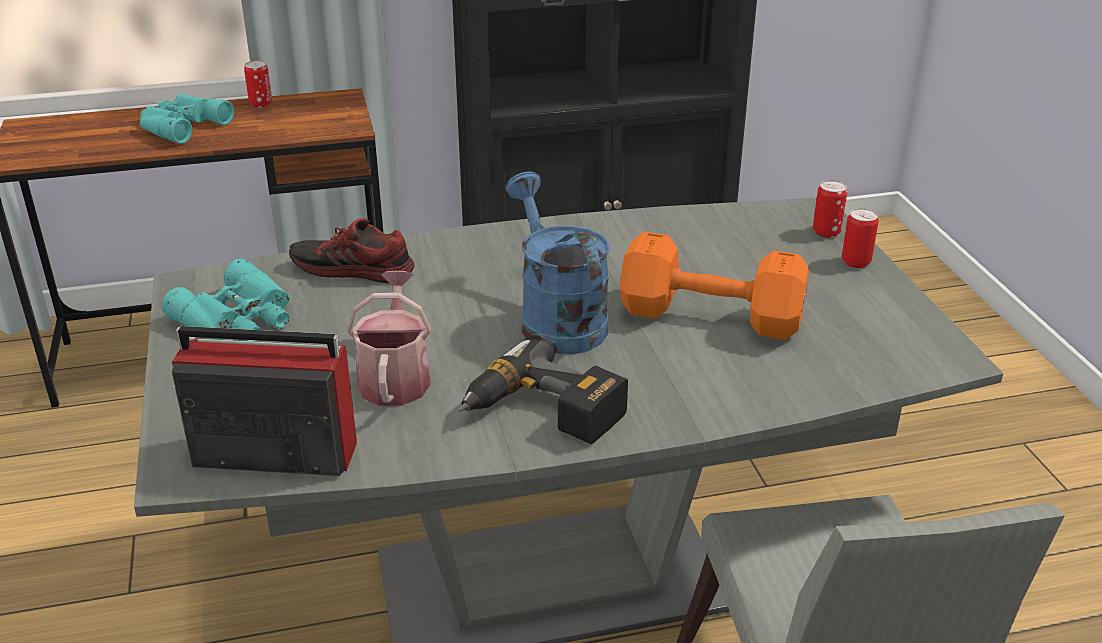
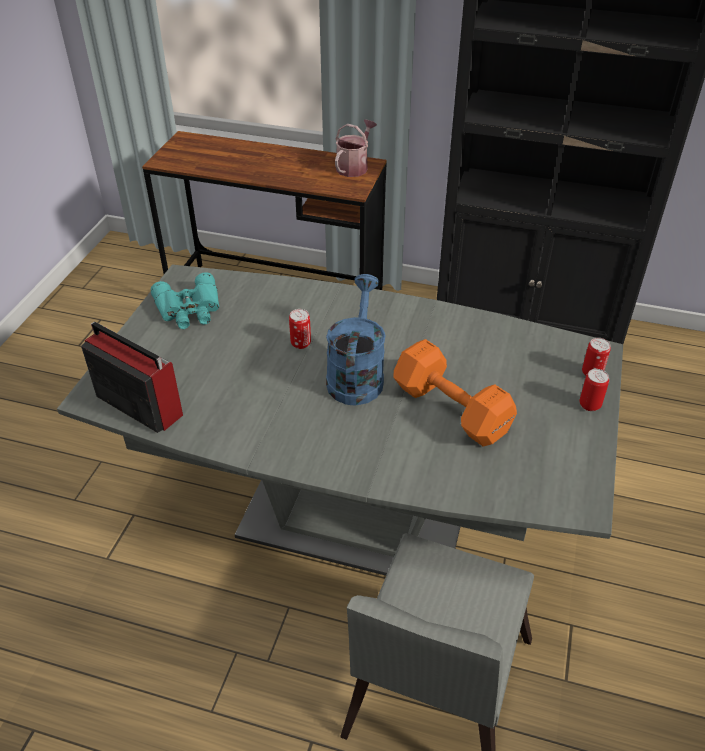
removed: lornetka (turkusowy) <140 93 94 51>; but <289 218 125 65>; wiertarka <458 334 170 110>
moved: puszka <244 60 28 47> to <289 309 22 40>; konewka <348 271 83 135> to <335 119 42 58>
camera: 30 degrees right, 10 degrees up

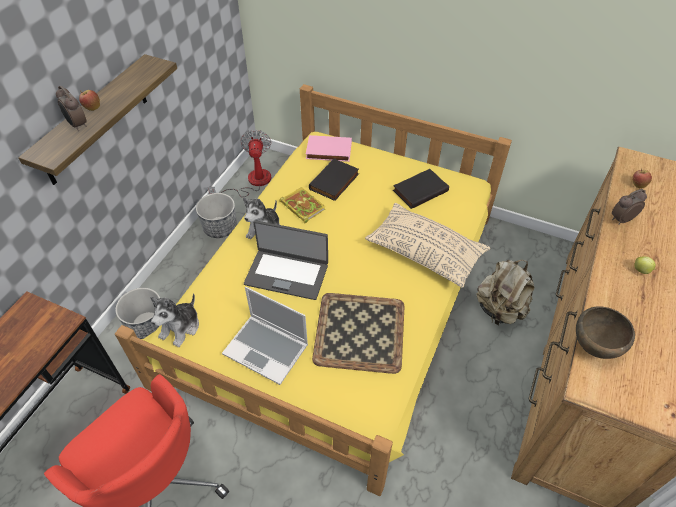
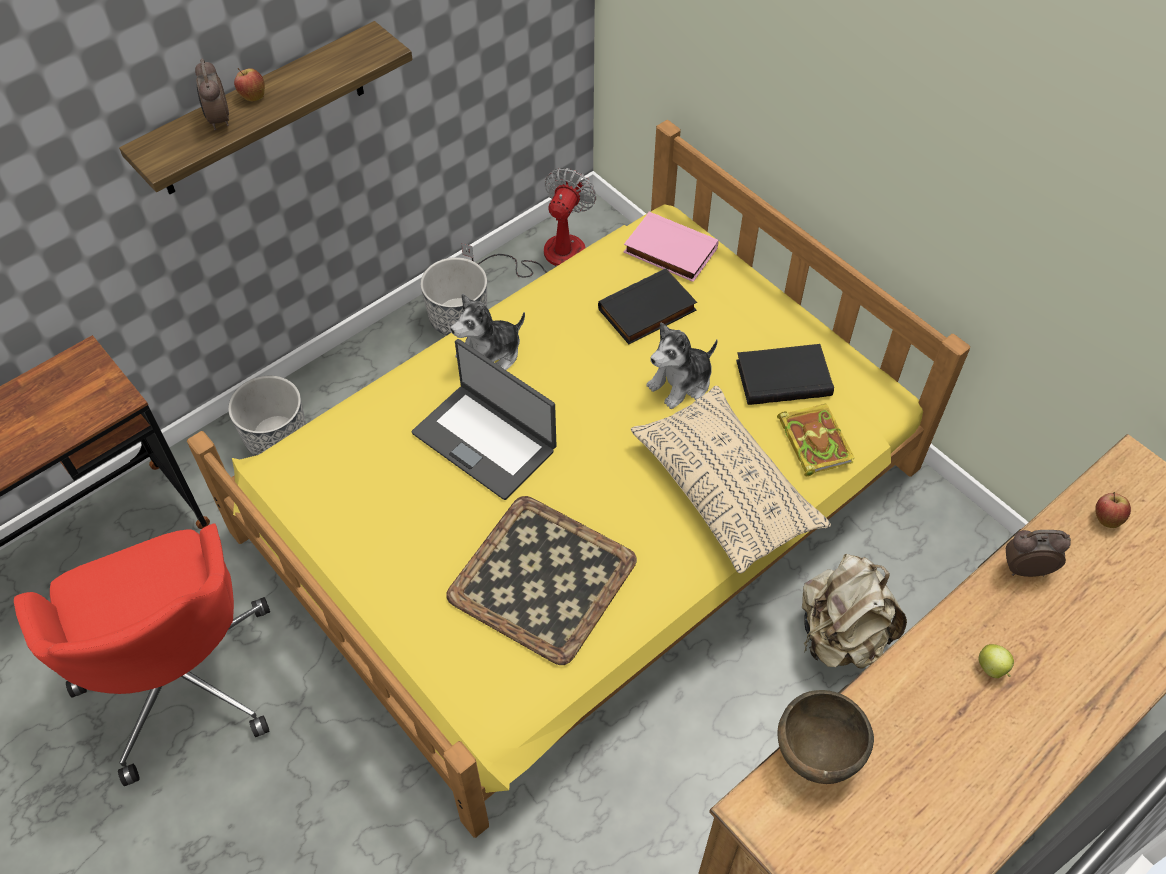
removed: laptop <222 287 86 98>
moved: pluszak <150 293 49 54> to <646 322 72 87>; książka <279 187 47 36> to <777 403 78 73>
camera: 25 degrees right, 5 degrees up

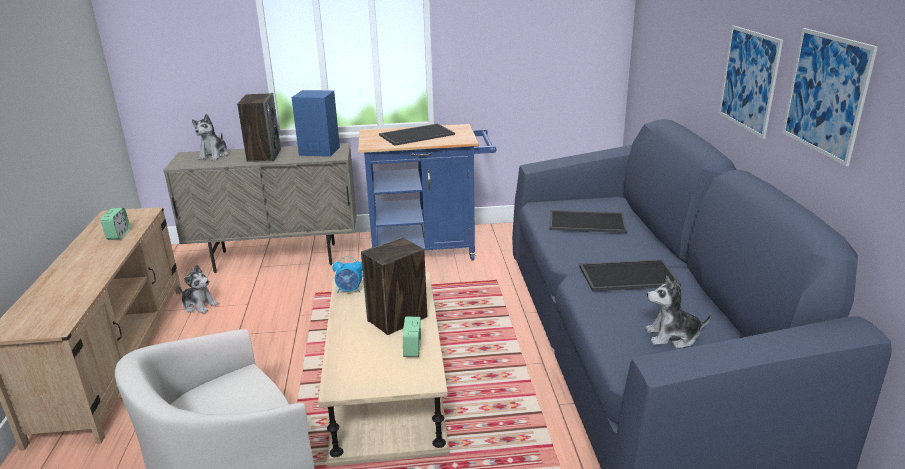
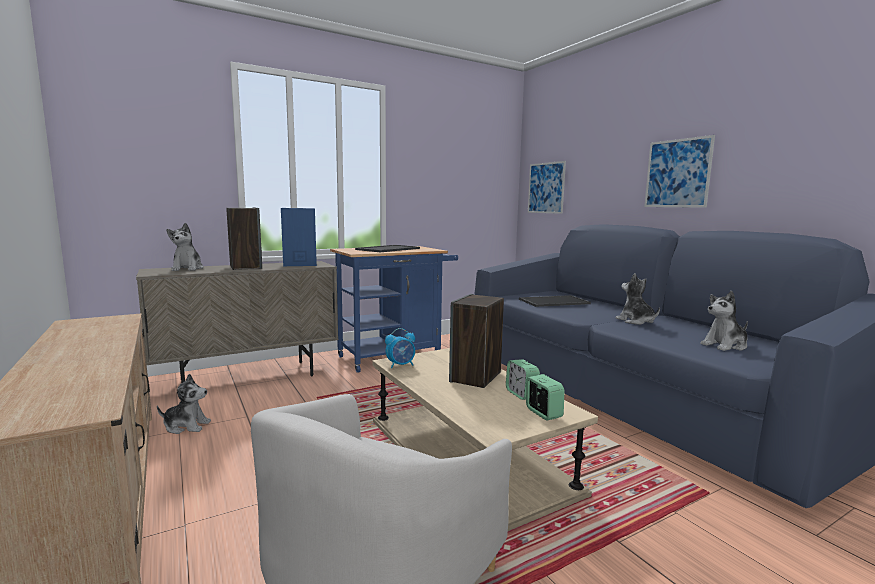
moved: budzik <101 208 29 32> to <526 374 39 47>; obraz <782 28 96 138> to <528 161 38 53>
replaced: taca <579 259 102 32> to pluszak <616 273 44 52>
camera: 25 degrees left, 15 degrees down

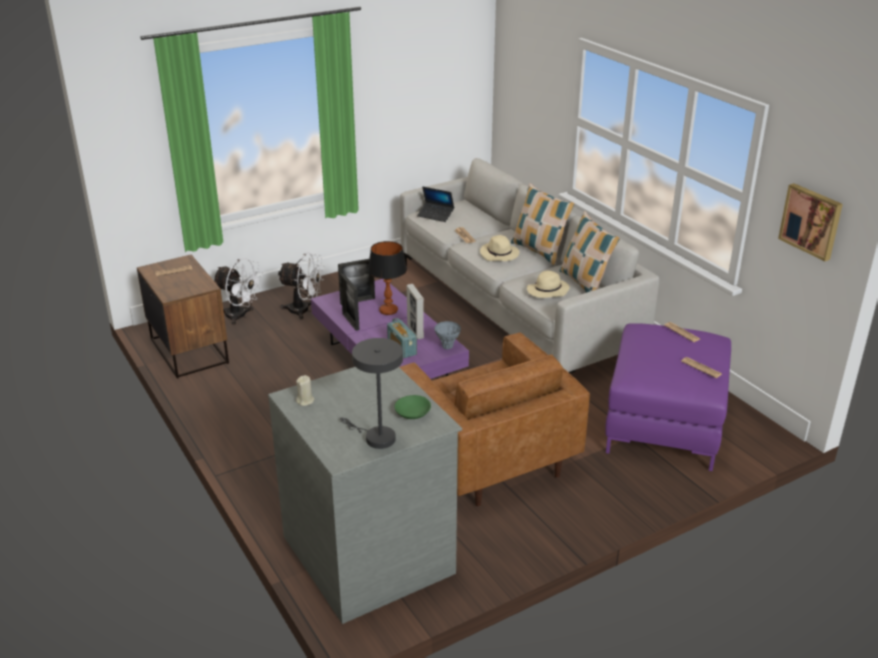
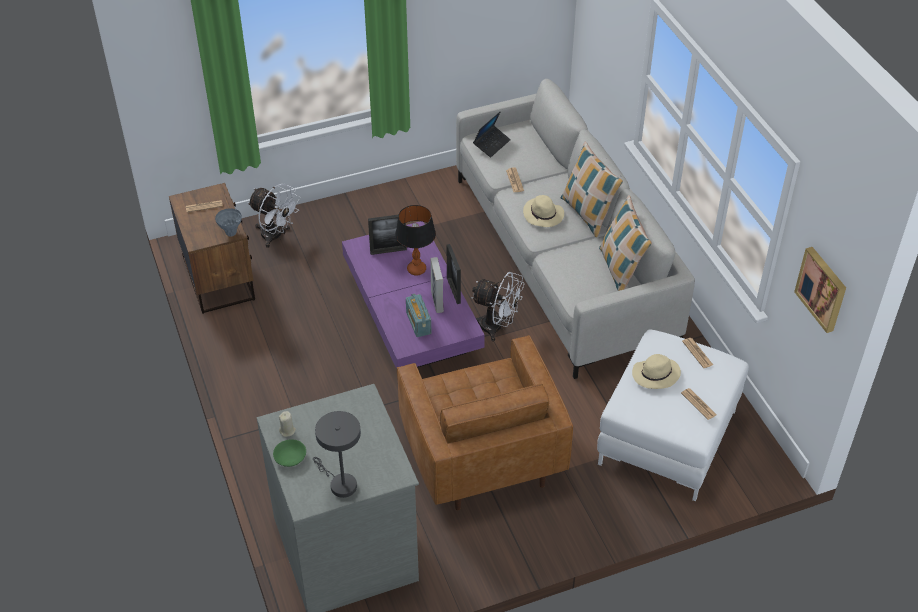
moved: wentylator (biały) <278 252 46 68> to <471 272 53 69>; ramka na zdjęcie <340 273 19 58> to <447 244 14 60>; miska (zielony) <394 395 37 24> to <273 439 33 28>; wazon (szary) <434 321 27 28> to <215 208 27 28>; kapelusz (beżowy) <527 271 43 27> to <632 354 49 35>
recoloured: pufa (fioletowy) <605 323 126 148> to pufa (biały) <597 329 152 172>
turned: laptop <417 187 37 35> = <473 111 38 46> 90 degrees counterclockwise
camera: 10 degrees right, 15 degrees up

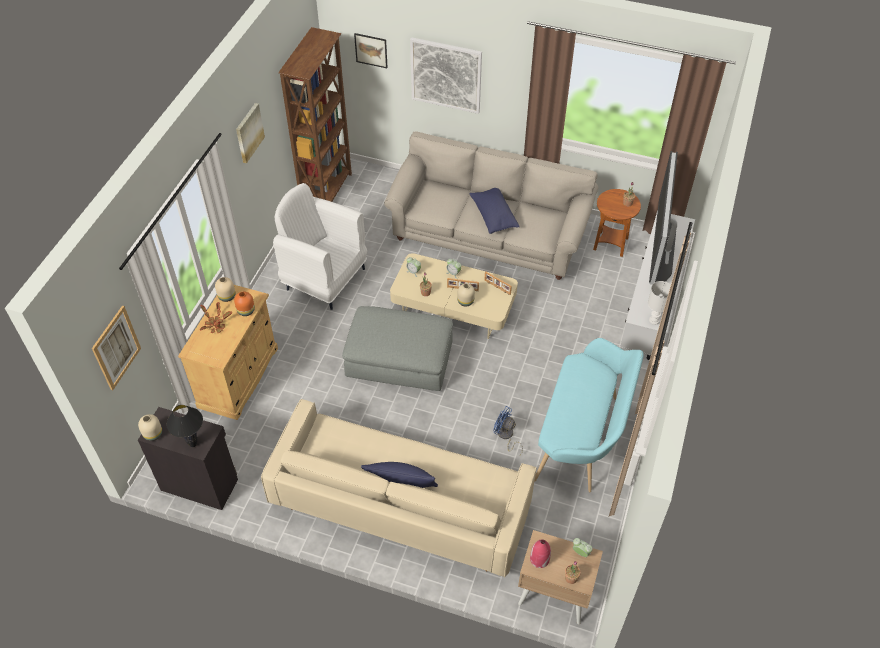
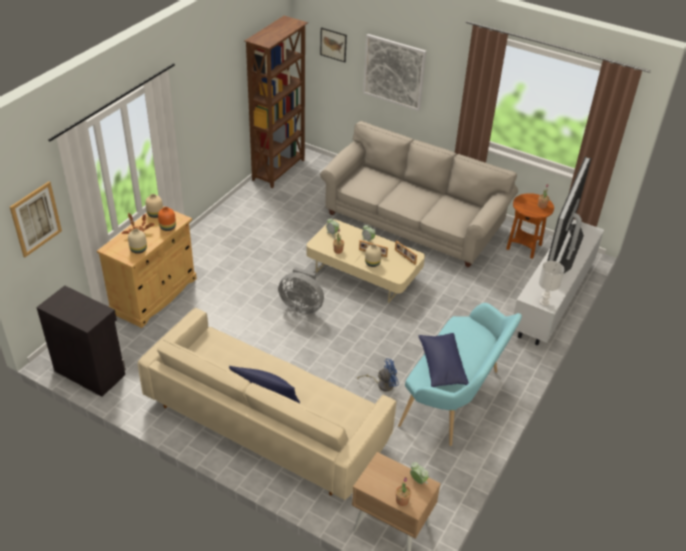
removed: lampa stołowa (czarny) <167 405 36 42>; obraz <236 103 29 61>; fotel (biały) <273 183 94 127>; wazon (czerwony) <530 540 21 28>
moved: wazon (beżowy) <138 414 24 27> to <128 229 19 25>; poduszka (niebieski) <469 188 51 46> to <418 333 51 54>
replaced: pufa (szary) <342 306 111 85> to wentylator (szary) <278 267 46 47>
turned: wentylator (niebieski) <493 406 30 49> = <357 358 42 33> 120 degrees clockwise
camera: 10 degrees right, 10 degrees down

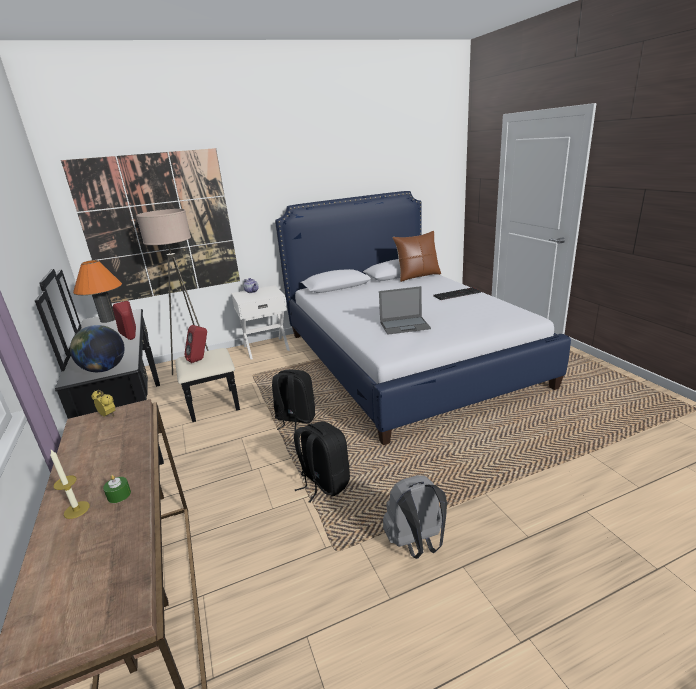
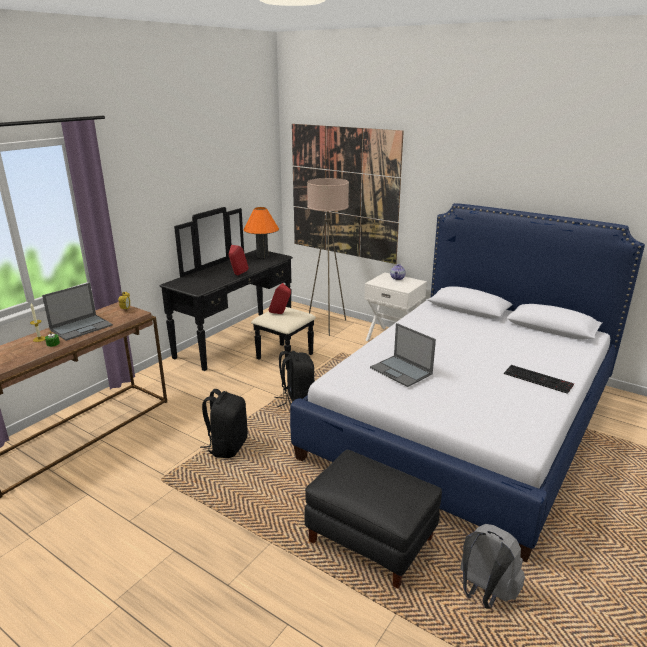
removed: globus <70 325 54 47>; poduszka (brązowy) <392 231 49 51>
added: laptop <42 283 71 58>; pufa (czarny) <304 450 138 139>
moved: plecak (szary) <383 475 64 84> to <460 524 65 85>
camera: 55 degrees right, 0 degrees up

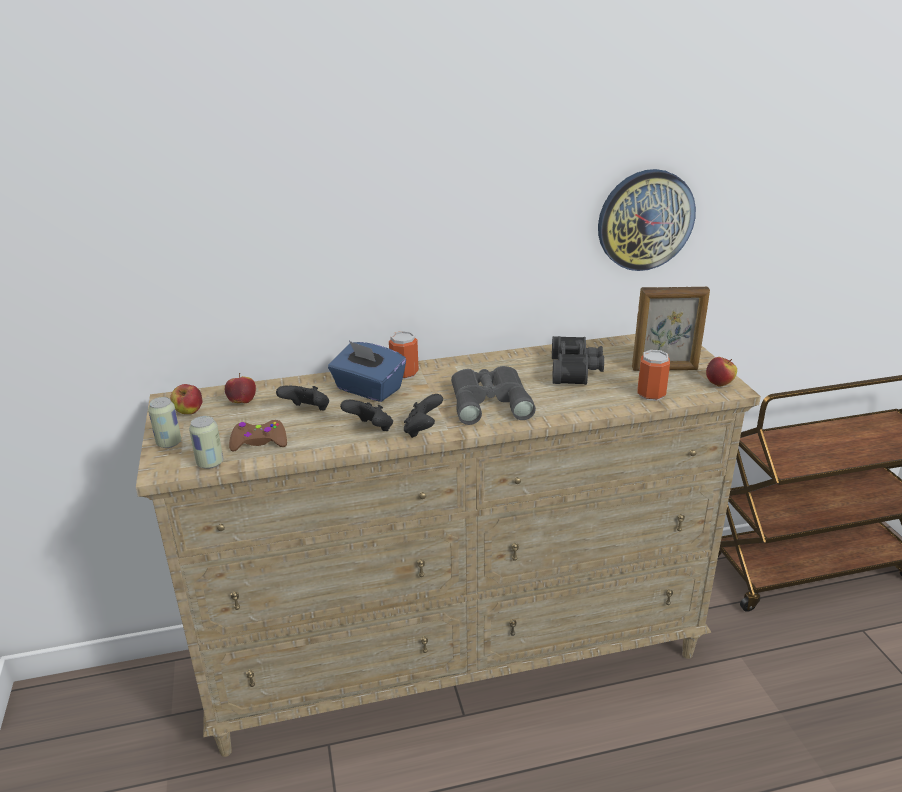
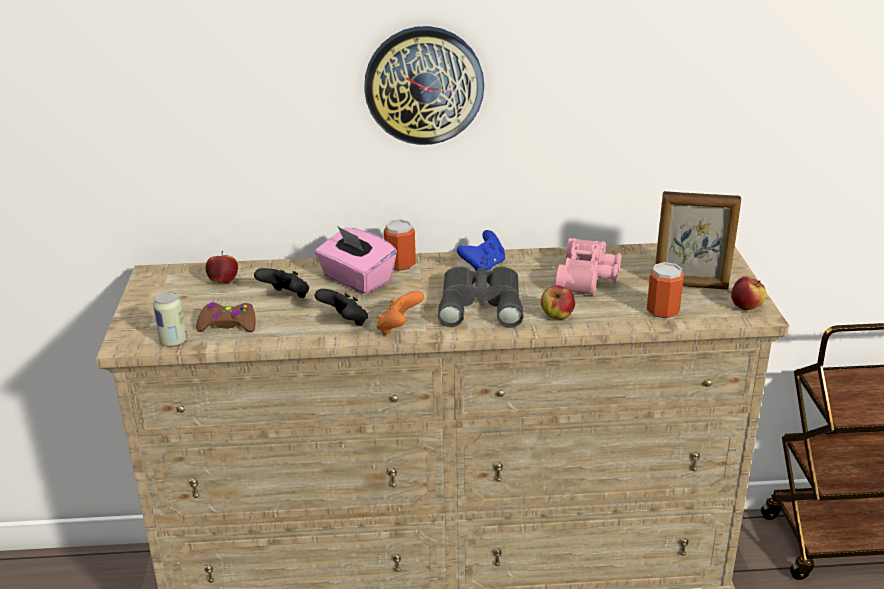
removed: puszka <148 397 33 51>
added: pad do gier (niebieski) <457 230 48 41>
moved: jabłko <170 384 32 30> to <541 285 34 34>; zegar ścienny <598 169 98 102> to <364 26 120 119>
recoloured: pudełko chusteczek (niebieski) <328 341 78 61> to pudełko chusteczek (różowy) <315 226 82 68>; pad do gier (czarny) <404 394 39 44> to pad do gier (pomarańczowy) <376 290 48 45>; lornetka (czarny) <552 336 52 49> to lornetka (różowy) <556 238 65 57>
camera: 10 degrees right, 0 degrees up

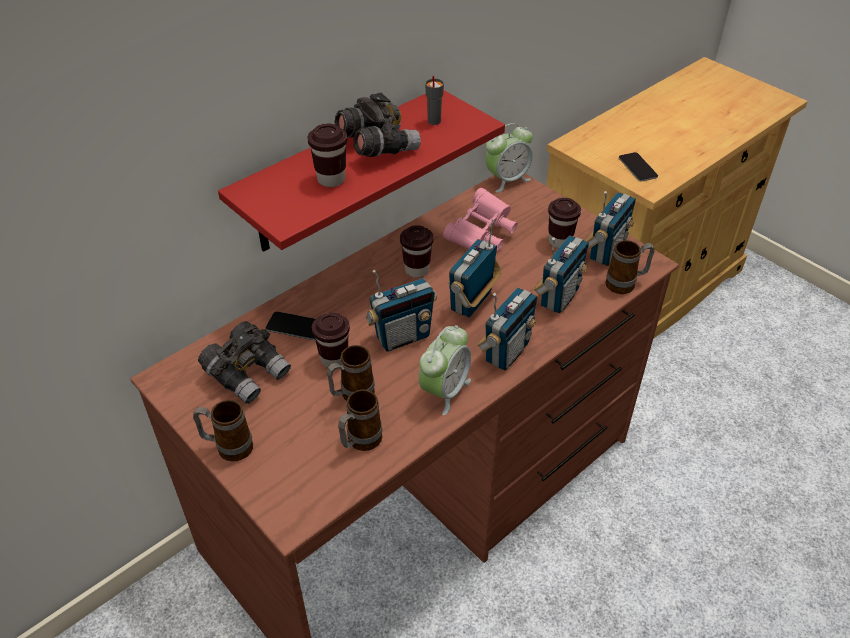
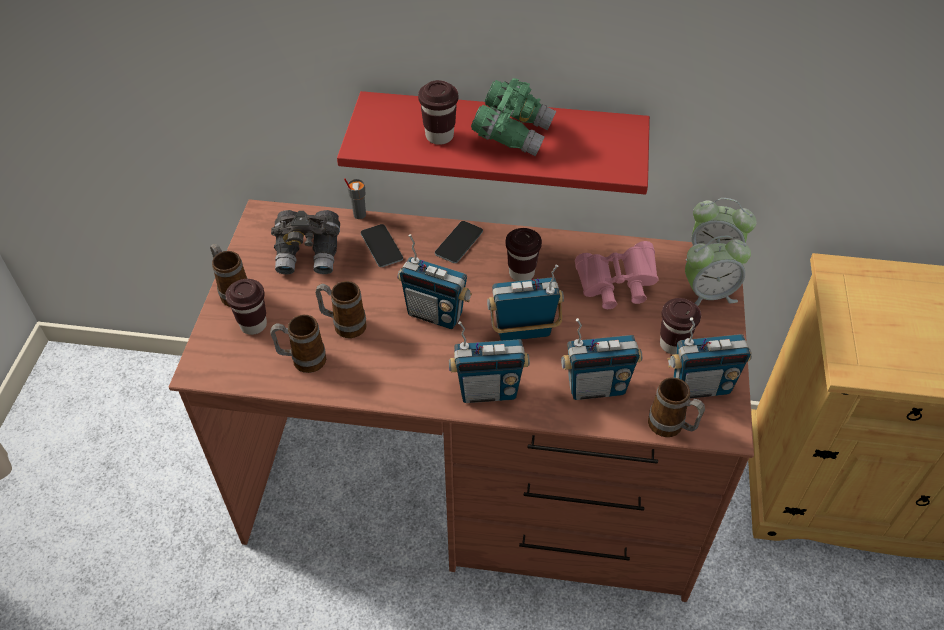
moved: filiżanka (brązowy) <312 313 38 55> to <225 279 42 56>; budzik <419 325 52 90> to <685 236 66 70>; filiżanka (szary) <425 75 19 50> to <344 178 22 41>; telefon <619 152 39 30> to <435 221 48 42>
recoloured: lornetka (szary) <335 93 86 64> to lornetka (zielony) <471 78 85 79>
camera: 50 degrees right, 5 degrees up

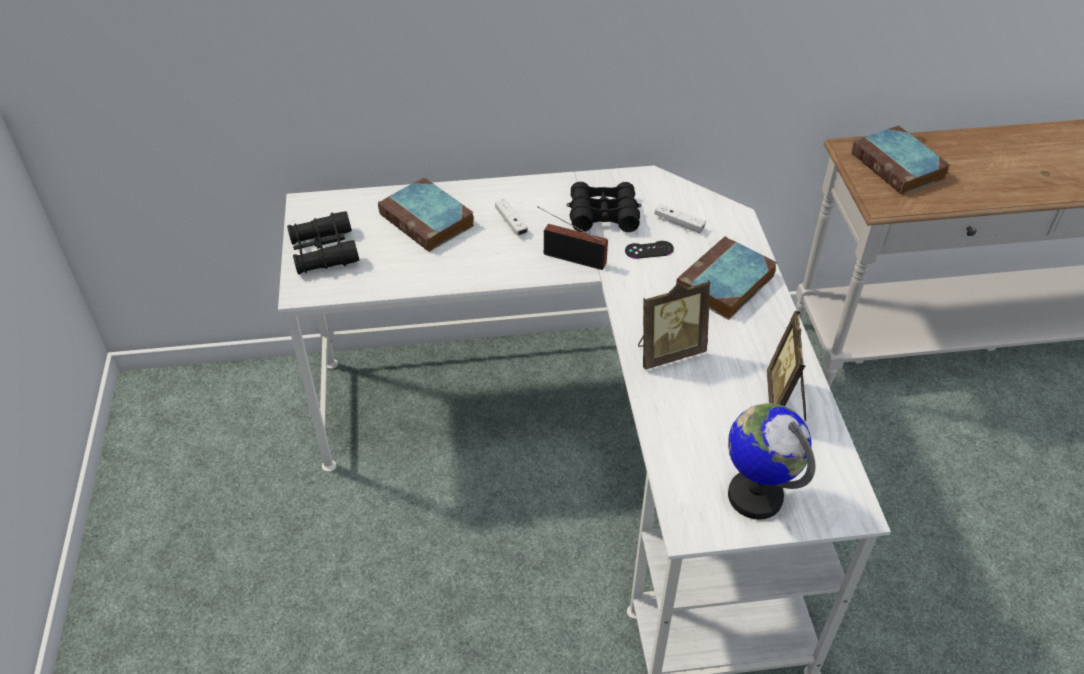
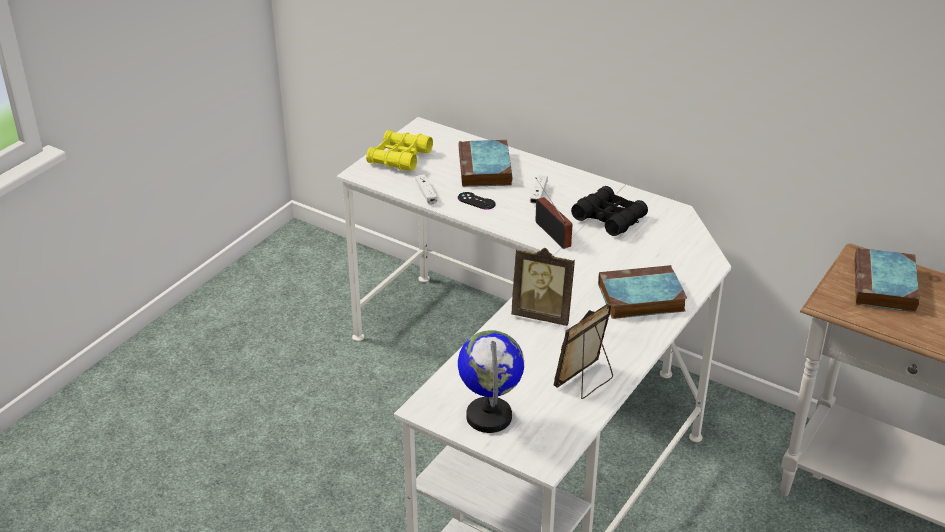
moved: pad do gier (czarny) <625 241 49 18> to <458 192 38 18>; pad do gier (biały) <654 204 52 29> to <415 174 22 31>
recoloured: lornetka (czarny) <287 211 73 64> to lornetka (żółty) <366 130 67 41>
camera: 40 degrees right, 10 degrees down

